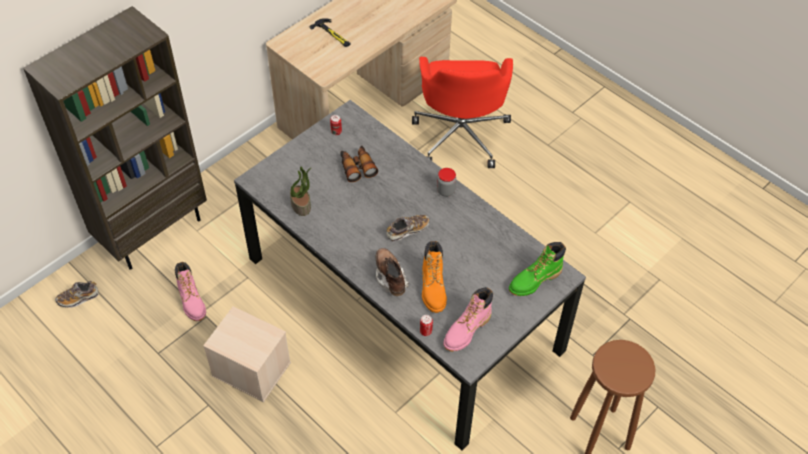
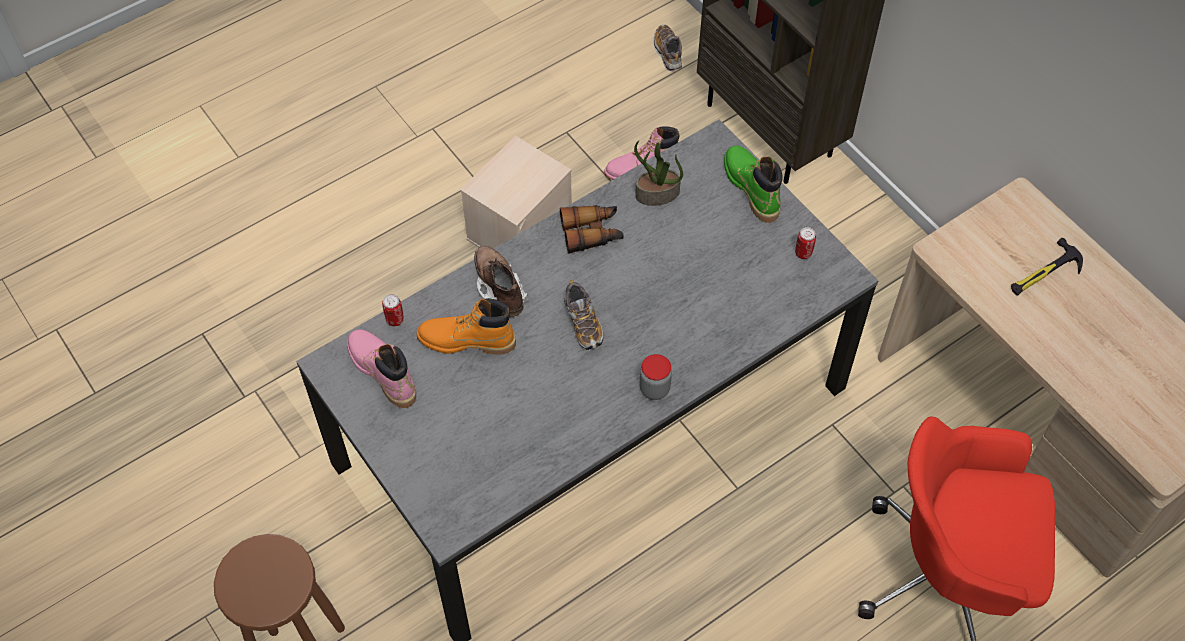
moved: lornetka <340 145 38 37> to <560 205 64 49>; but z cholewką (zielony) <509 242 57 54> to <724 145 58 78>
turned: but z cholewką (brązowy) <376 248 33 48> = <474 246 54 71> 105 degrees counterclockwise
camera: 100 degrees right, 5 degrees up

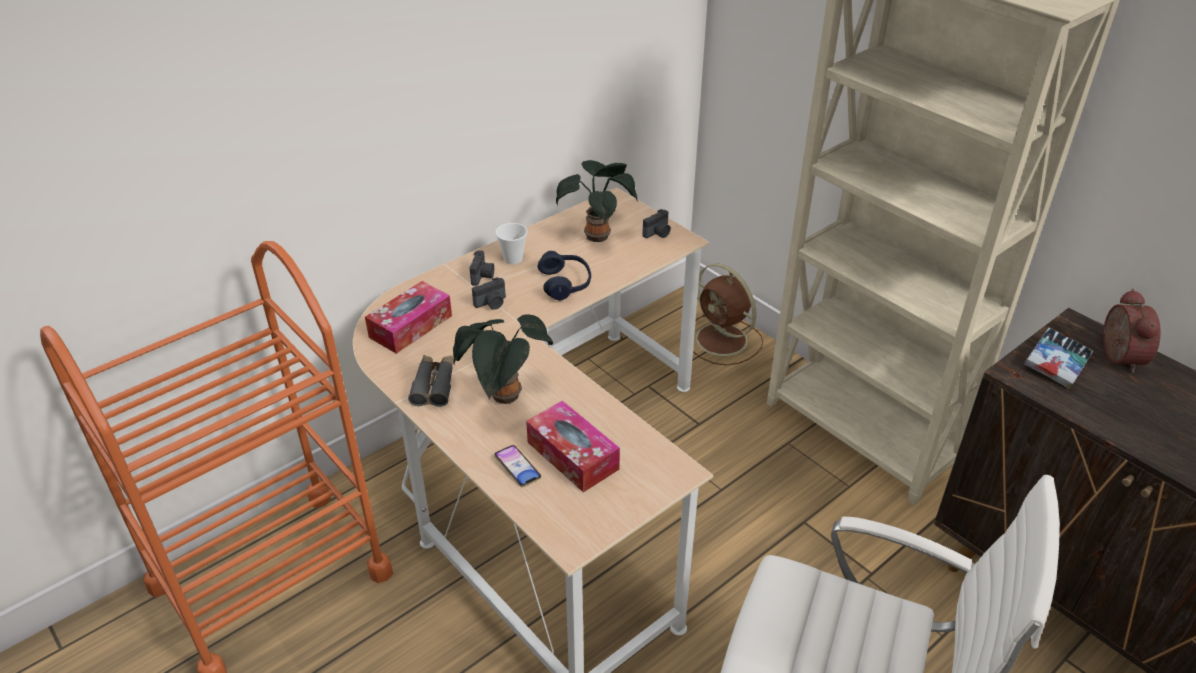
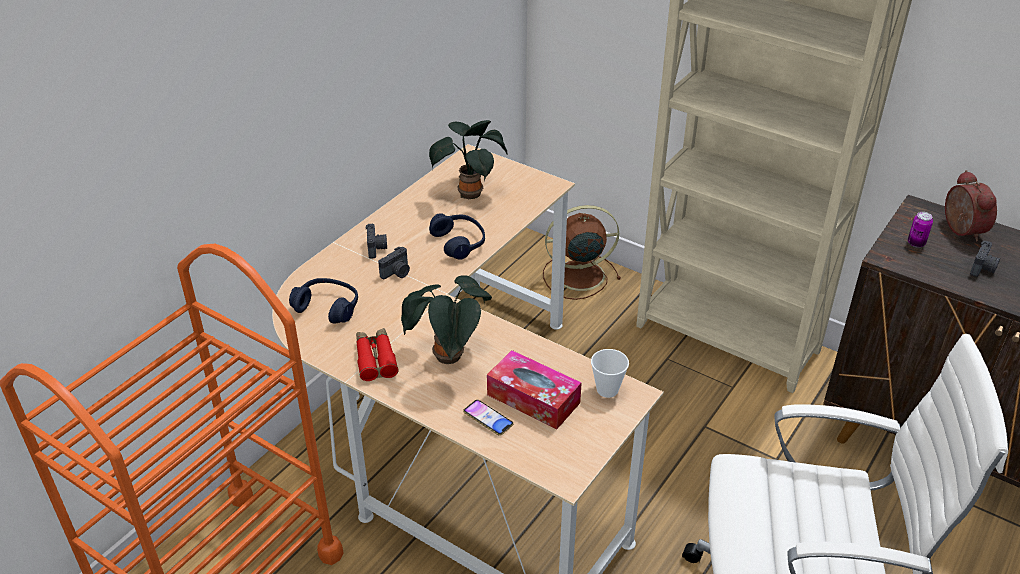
moved: filiżanka <495 223 33 41> to <591 349 38 49>; aparat fotograficzny <642 209 29 29> to <970 241 30 36>
replaced: pudełko chusteczek <365 281 87 73> to słuchawki (niebieski) <289 278 69 46>; książka <1024 328 69 61> to puszka <908 212 25 36>
recoloured: lornetka (szary) <408 355 45 52> to lornetka (czerwony) <356 328 43 53>
turned: wentylator (brązowy) <693 263 70 102> = <543 205 78 95> 135 degrees clockwise
camera: 15 degrees left, 0 degrees up

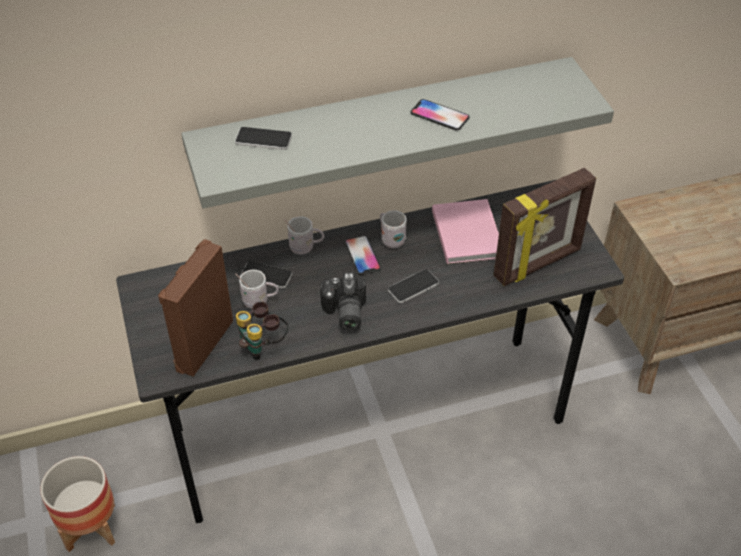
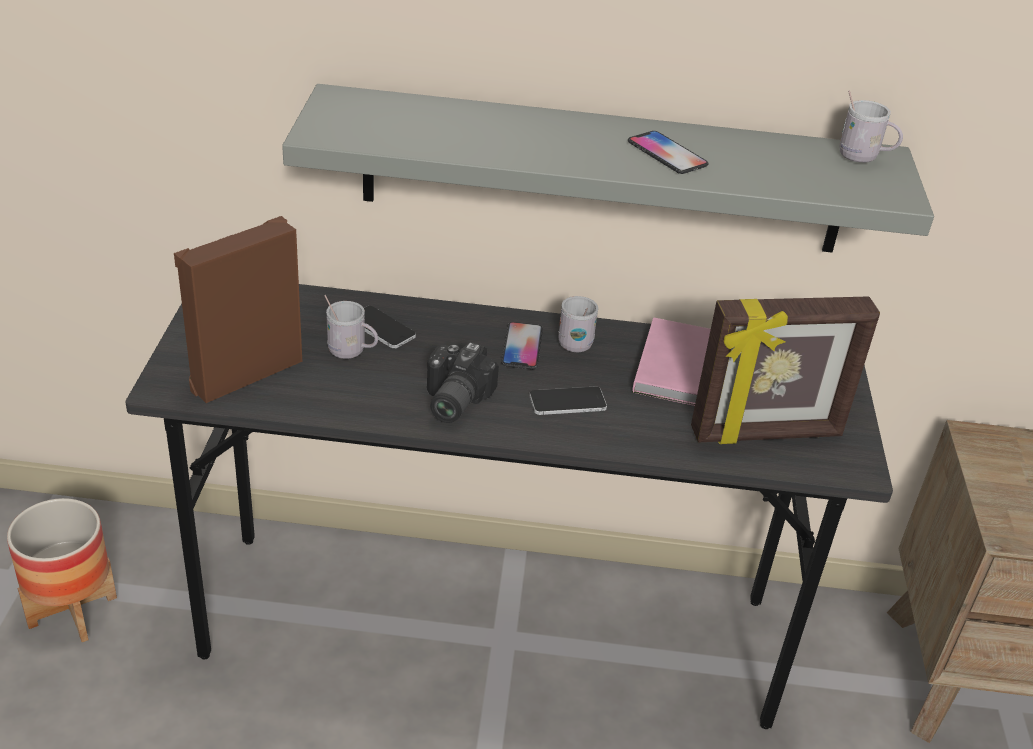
removed: telefon <235 127 57 23>; lornetka <236 301 52 59>
moved: kubek (biały) <284 216 40 39> to <840 90 63 73>
camera: 20 degrees right, 10 degrees down

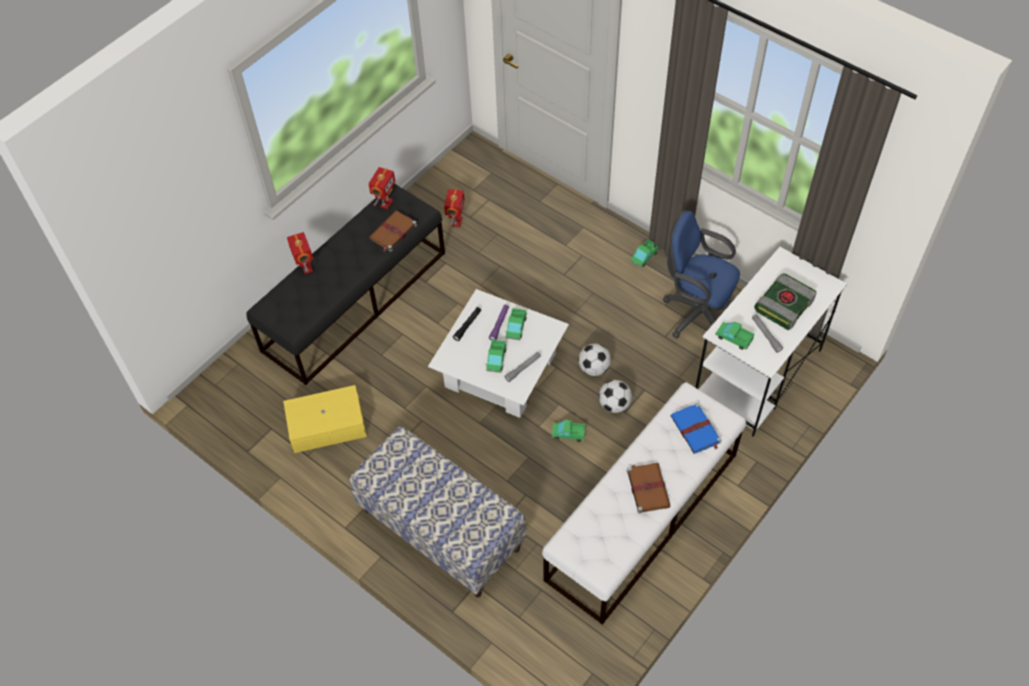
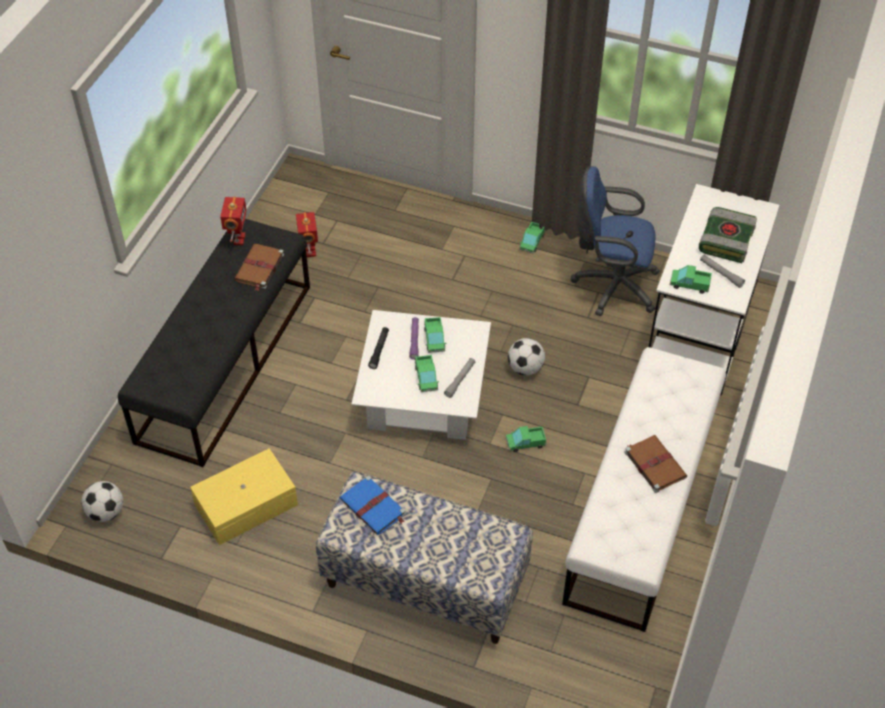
removed: robot zabawkowy <287 232 26 42>
moved: piłka futbolowa <599 380 33 33> to <81 481 42 41>; książka (niebieski) <670 403 52 51> to <340 476 66 59>
camera: 20 degrees left, 5 degrees down

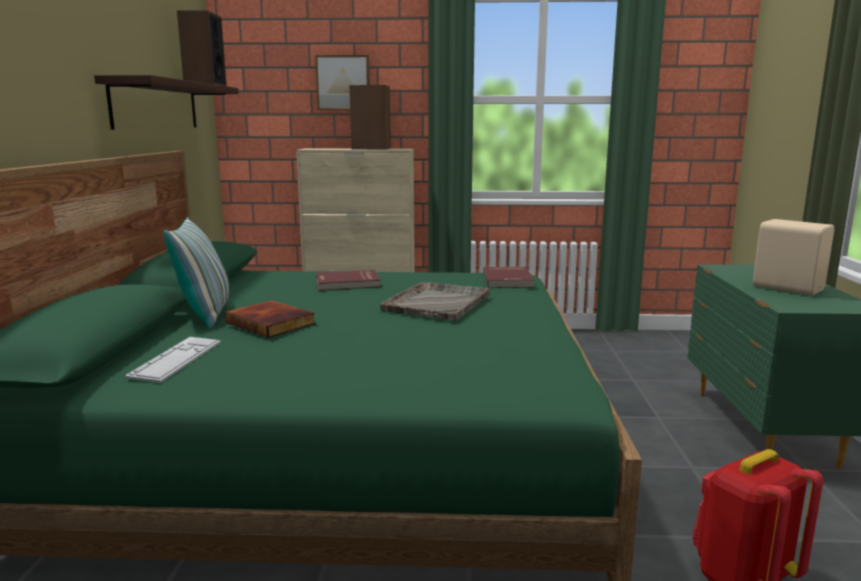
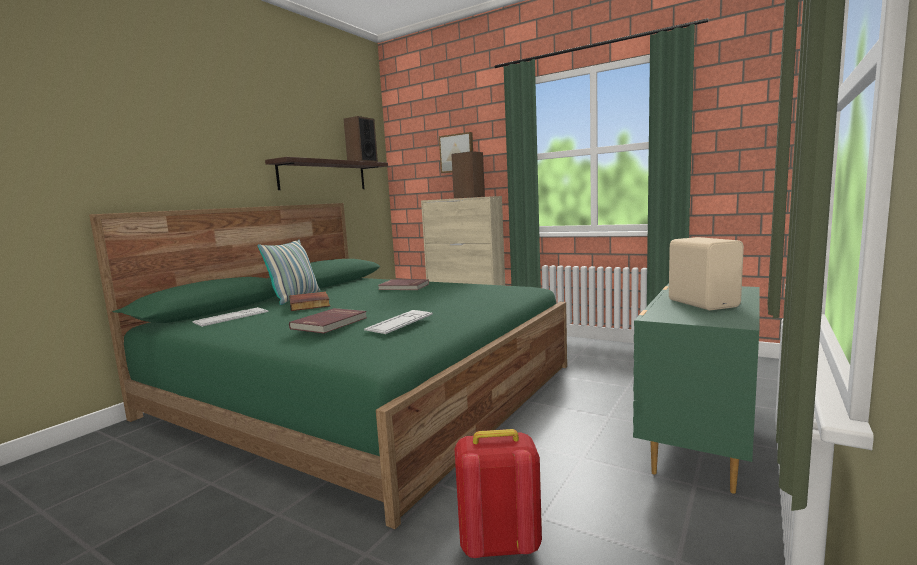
removed: taca (szary) <380 282 110 39>
added: klawiatura <364 310 69 24>
moved: książka (czerwony) <483 267 52 21> to <289 308 78 25>
camera: 30 degrees right, 5 degrees down

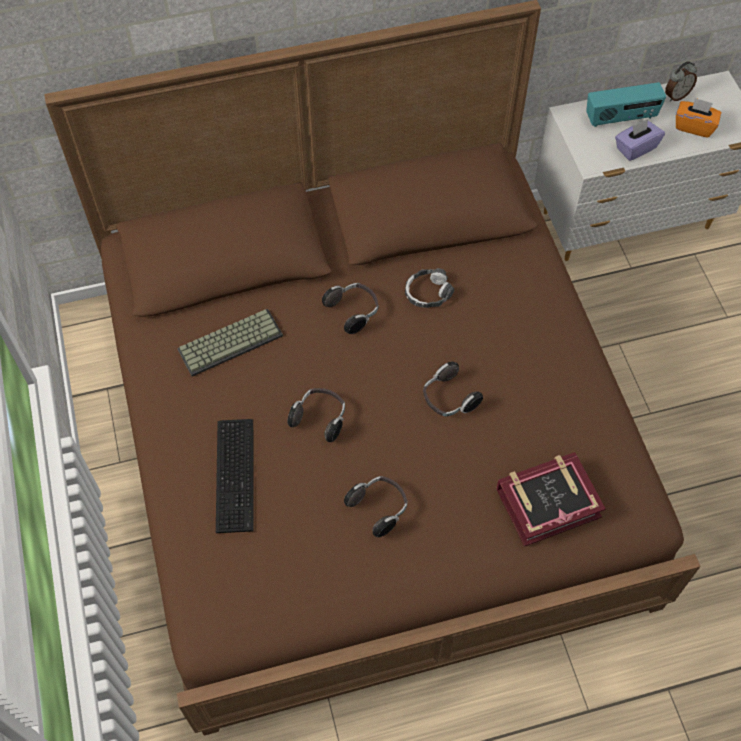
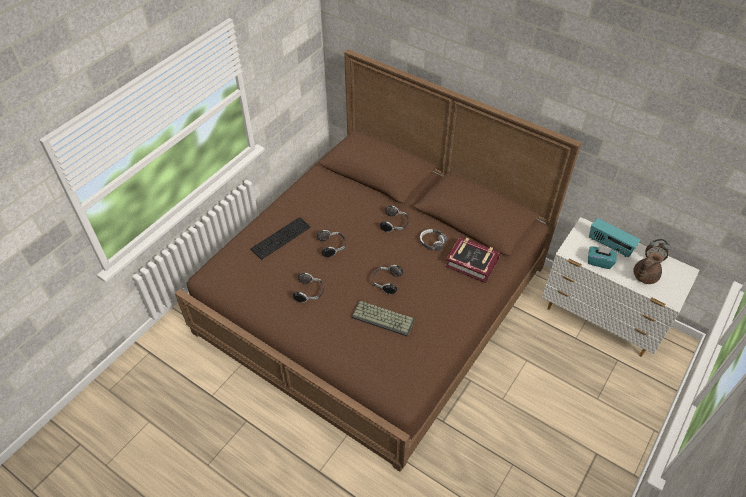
moved: klawiatura <177 309 106 67> to <351 301 64 36>; książka <496 452 110 95> to <445 236 55 47>
replaced: pudełko chusteczek (pomarańczowy) <676 98 45 40> to imbryk (brązowy) <633 252 30 32>
recoloured: pudełko chusteczek (fioletowy) <615 119 50 42> to pudełko chusteczek (turkusowy) <588 245 29 24>
camera: 50 degrees right, 10 degrees down

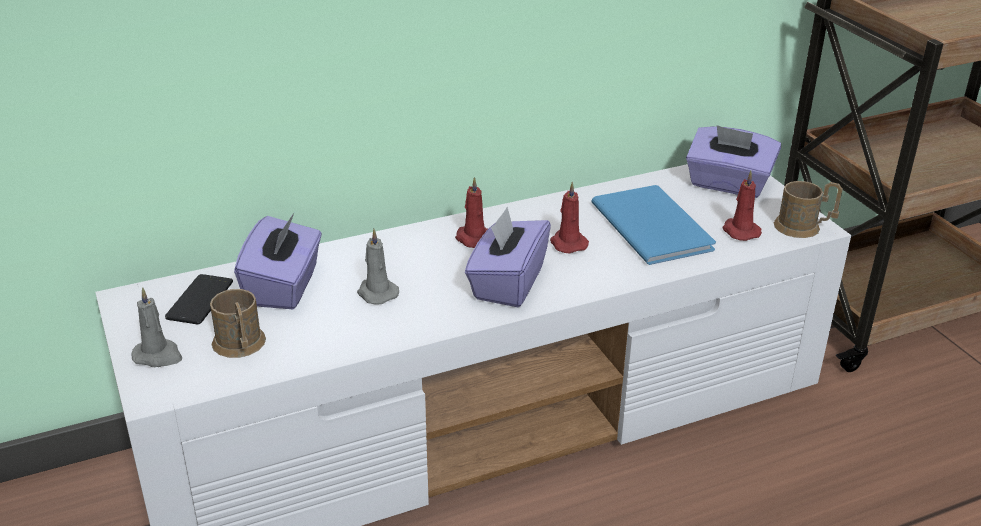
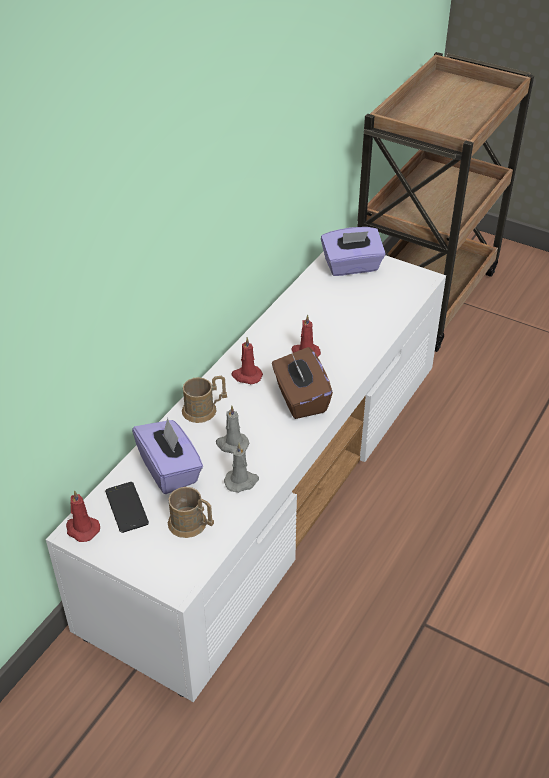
removed: książka (niebieski) <591 185 125 80>
moved: świeca (szary) <132 287 50 80> to <224 443 35 50>; świeca (czerwony) <723 171 39 70> to <66 490 34 52>; kubek (brązowy) <774 181 69 57> to <182 376 45 47>
recoloured: pudełko chusteczek (fioletowy) <465 207 86 100> to pudełko chusteczek (brązowy) <272 347 61 72>
camera: 35 degrees left, 10 degrees up

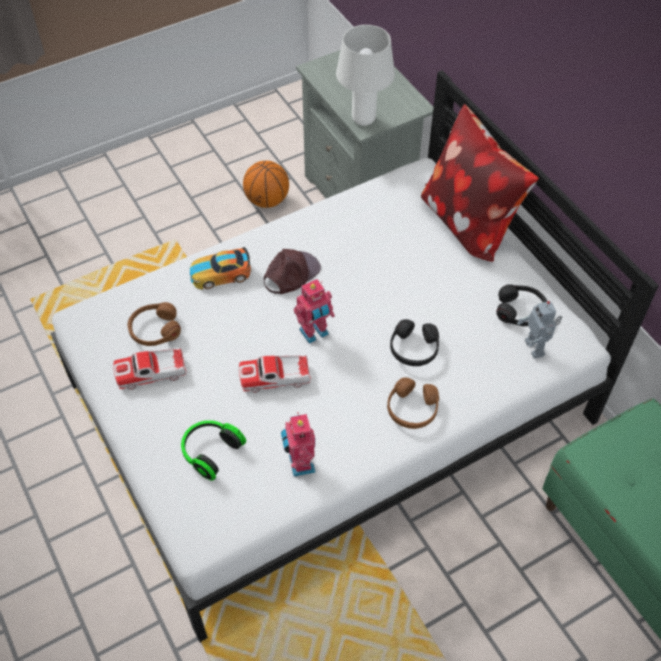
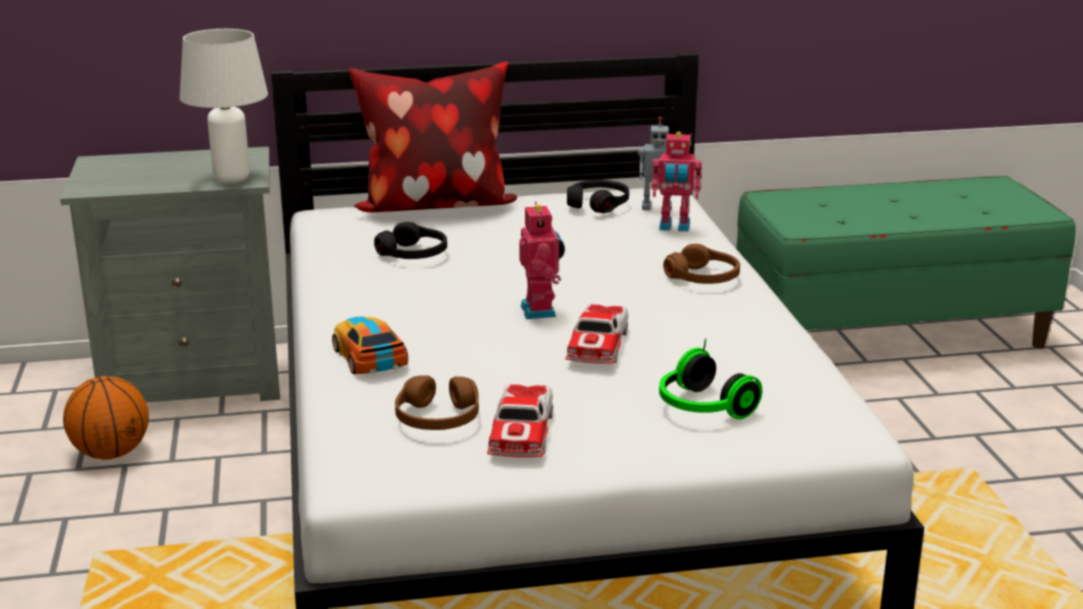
removed: czapka z daszkiem (brązowy) <263 249 58 45>
moved: robot zabawkowy <281 412 35 65> to <652 132 50 100>; słuchawki (czarny) <390 319 49 47> to <374 222 73 37>
turned: samochodzik <190 247 62 42> = <332 316 76 59> 150 degrees clockwise
camera: 70 degrees left, 30 degrees down

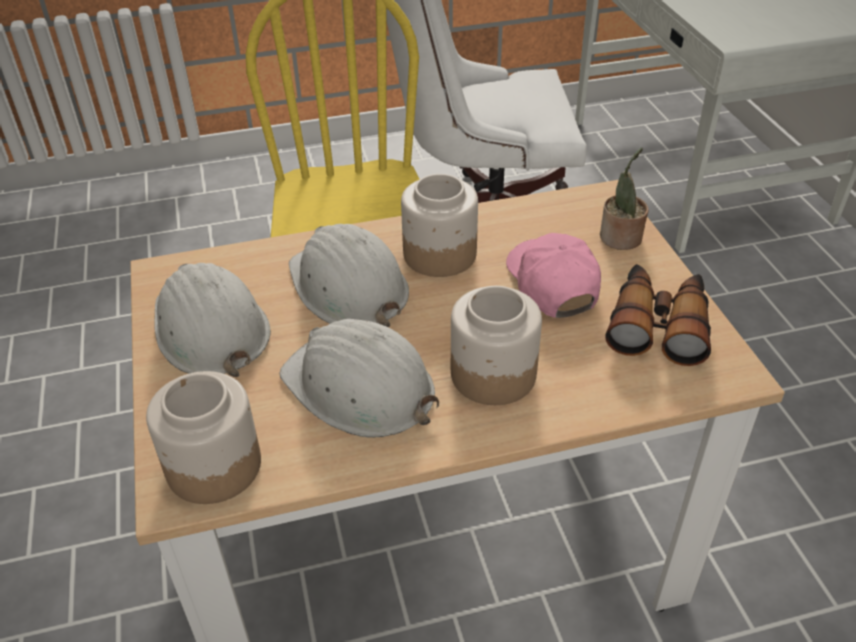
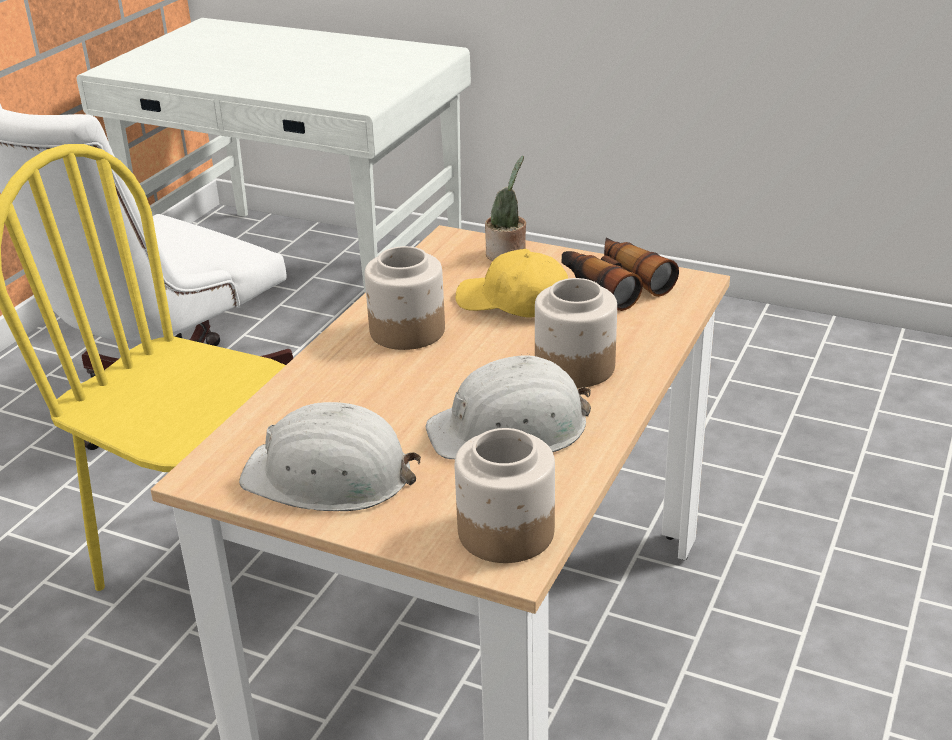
removed: kask (biały) <289 224 120 103>
recoloured: czapka z daszkiem (różowy) <506 233 95 85> to czapka z daszkiem (żółty) <456 249 112 69>
camera: 50 degrees left, 10 degrees down

